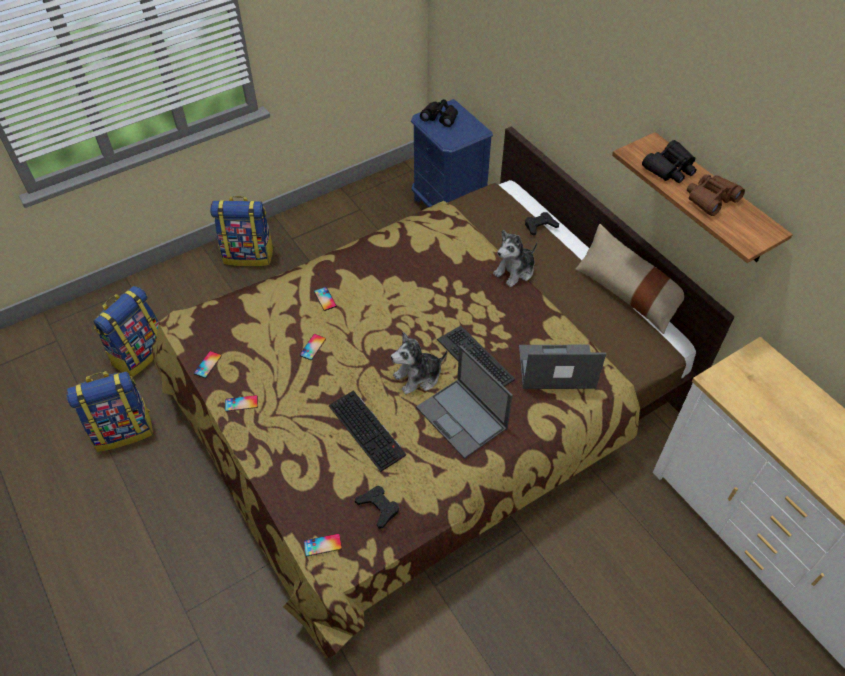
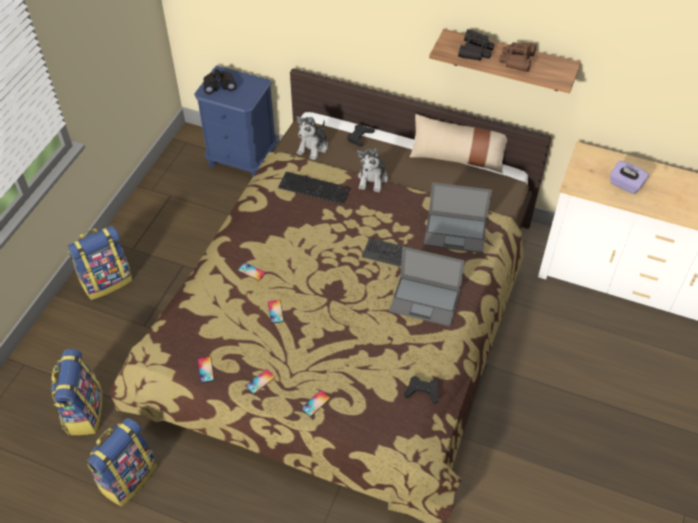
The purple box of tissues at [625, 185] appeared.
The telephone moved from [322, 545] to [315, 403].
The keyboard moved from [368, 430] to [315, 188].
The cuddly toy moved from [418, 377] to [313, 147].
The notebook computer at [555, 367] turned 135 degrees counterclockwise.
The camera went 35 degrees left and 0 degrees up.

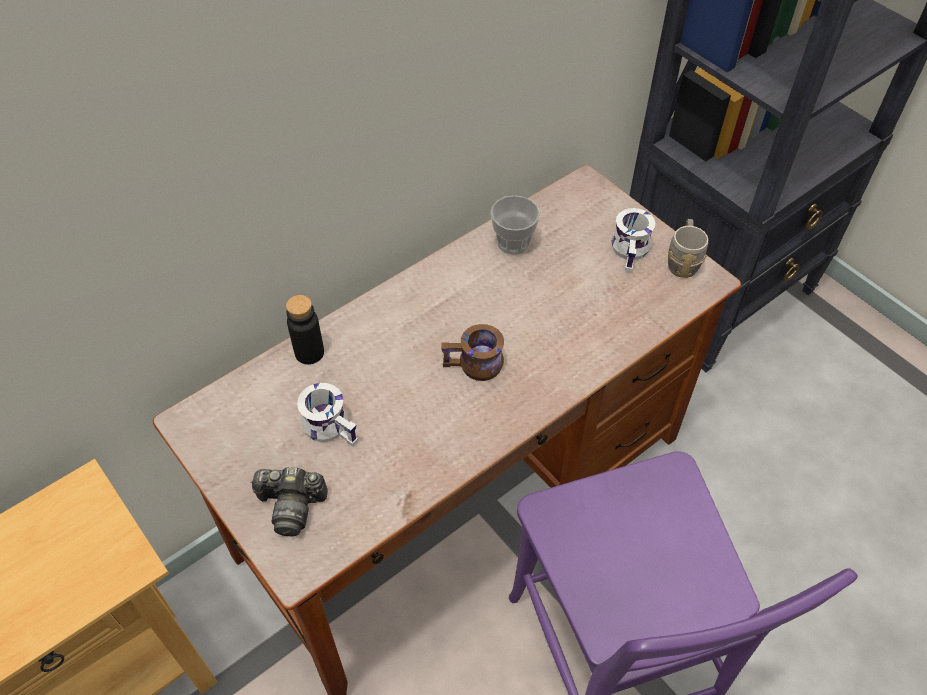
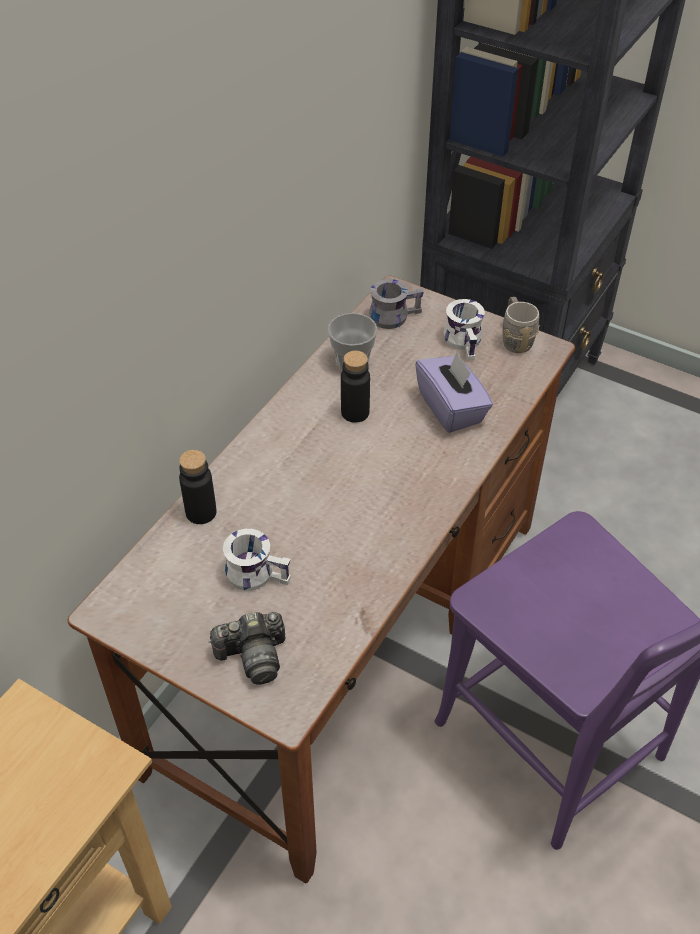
The brown-coloured coffee mug at [474, 367] disappeared.
The black-coloured drink bottle at [355, 412] appeared.
The grey coffee mug at [393, 314] appeared.
The purple box of tissues at [451, 408] appeared.
The camera went 20 degrees left and 5 degrees down.

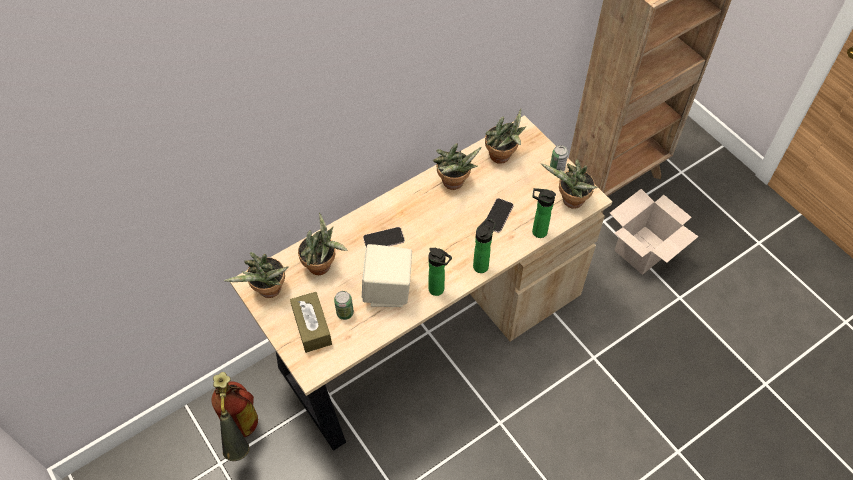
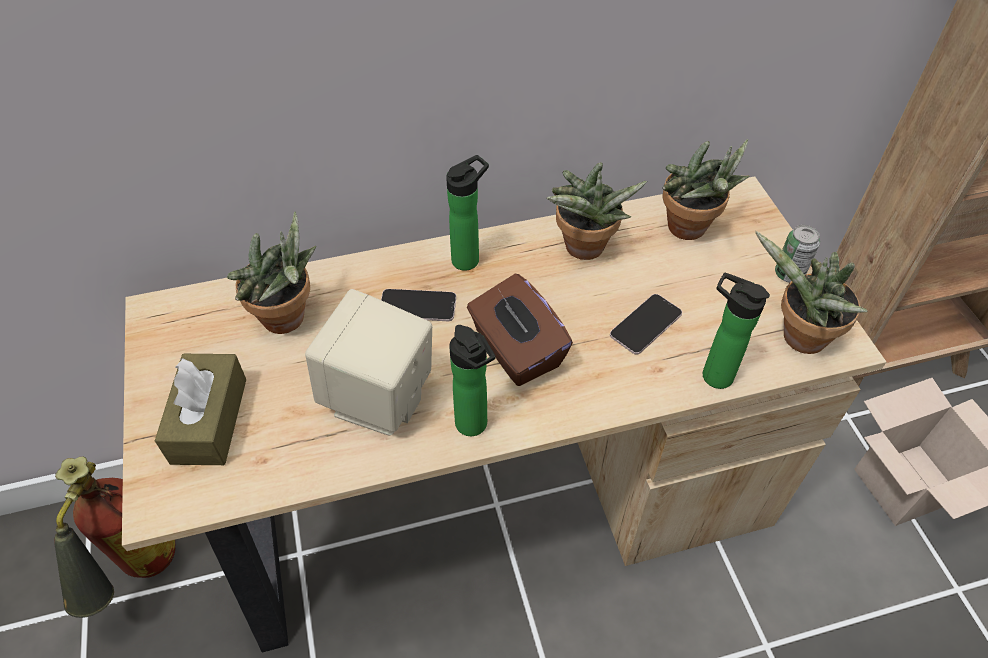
The houseplant at [268, 292] disappeared.
The metal can at [345, 313] disappeared.
The brown-coloured box of tissues at [516, 351] appeared.
The drink bottle moved from [482, 264] to [469, 258].
The camera went 20 degrees right and 5 degrees down.

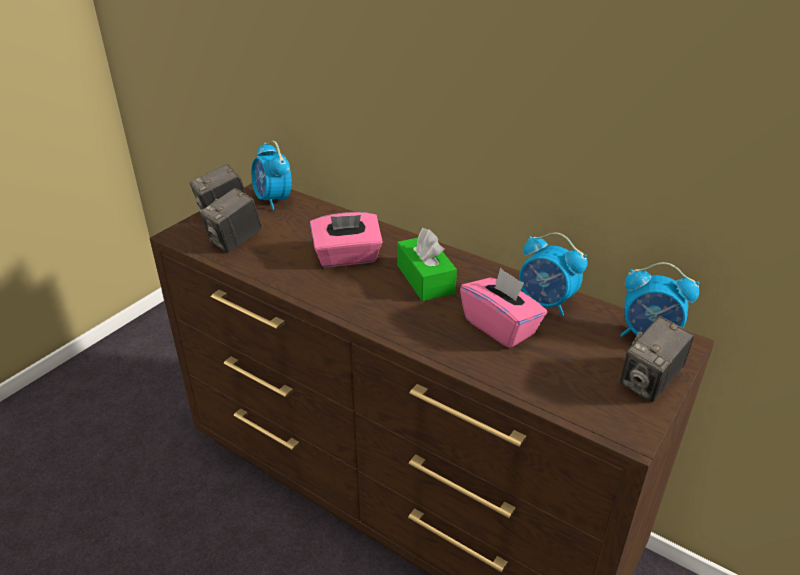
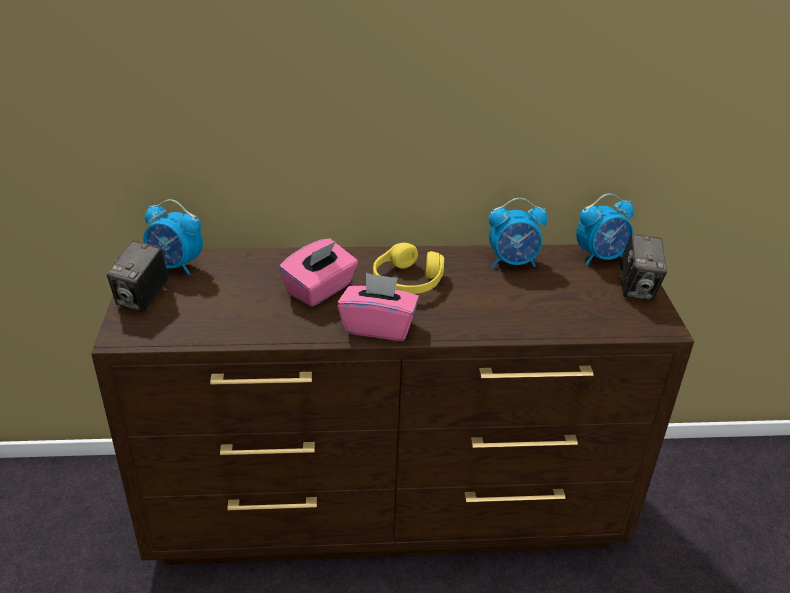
The still camera at [235, 241] disappeared.
The pink box of tissues moved from [500, 326] to [378, 326].
The green box of tissues at [425, 279] was replaced by the yellowish headphones at [407, 281].
The camera went 40 degrees left and 0 degrees up.

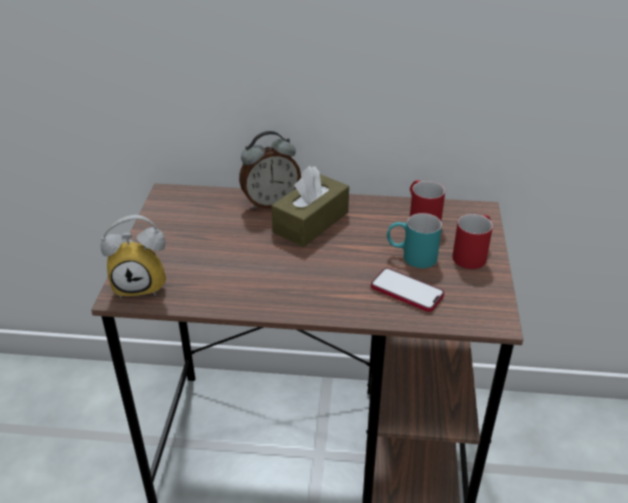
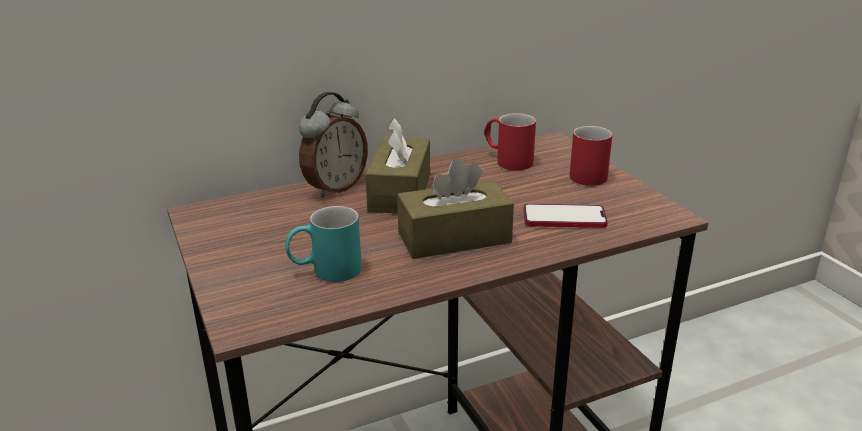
The table clock at [142, 284] disappeared.
The brown-coloured box of tissues at [454, 238] appeared.
The blue-green coffee mug moved from [411, 256] to [325, 271].
The camera went 30 degrees left and 10 degrees down.

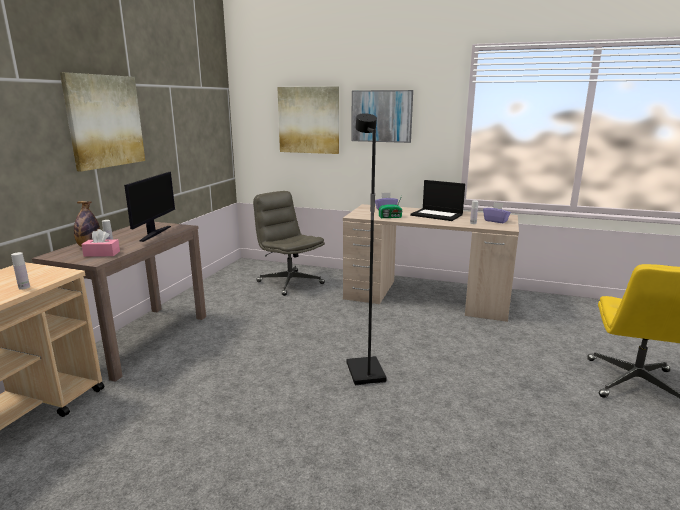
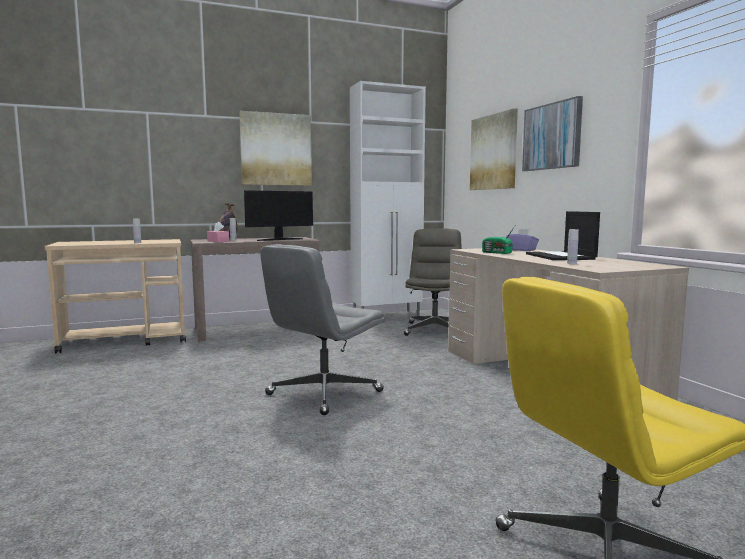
The purple box of tissues at [496, 221] disappeared.
The whitish storage cabinet at [387, 316] appeared.
The black-coloured standard lamp at [364, 372] was replaced by the grey office chair at [324, 393].
The camera went 50 degrees right and 10 degrees down.

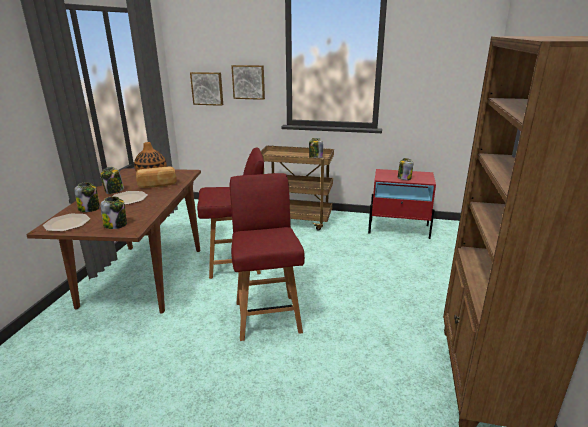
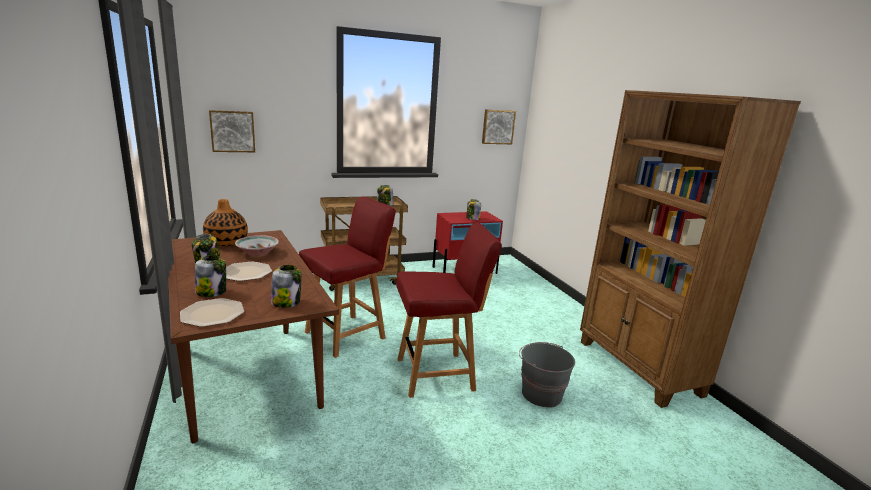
The grey pail at [540, 394] appeared.
The wall art moved from [248, 82] to [498, 127].
The baked bread at [157, 185] was replaced by the bowl at [257, 252].
The reddish chair at [267, 315] turned 120 degrees clockwise.
The camera went 35 degrees left and 5 degrees down.

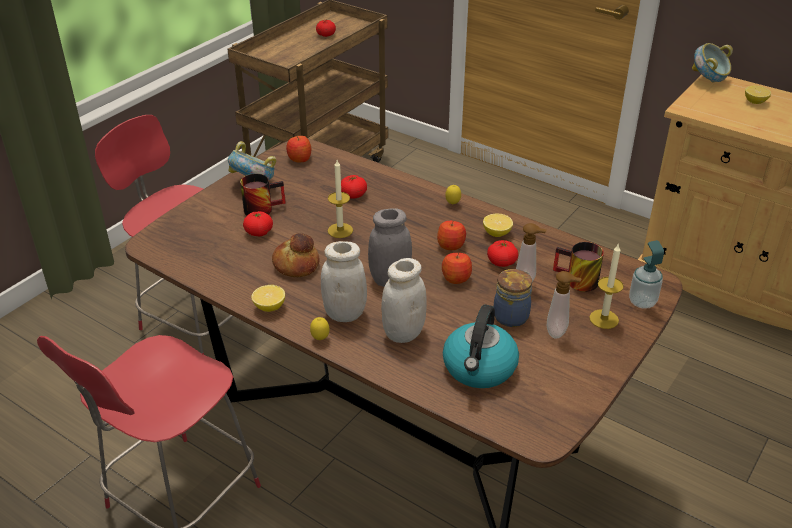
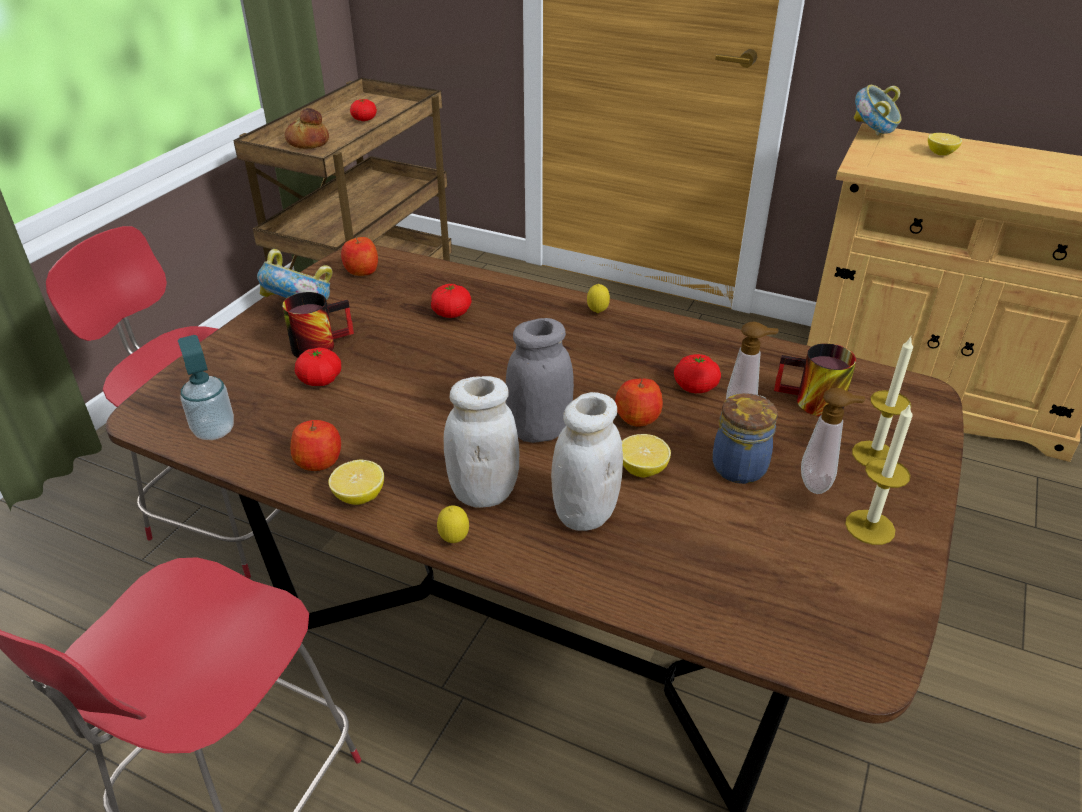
The tea kettle at [479, 368] disappeared.
The baked bread moved from [295, 265] to [307, 142].
The candle moved from [340, 230] to [870, 527].
The whole apple moved from [451, 245] to [319, 461].
The citrus fruit moved from [497, 233] to [642, 469].
The soap dispenser moved from [642, 302] to [214, 430].
The camera went 10 degrees left and 0 degrees up.

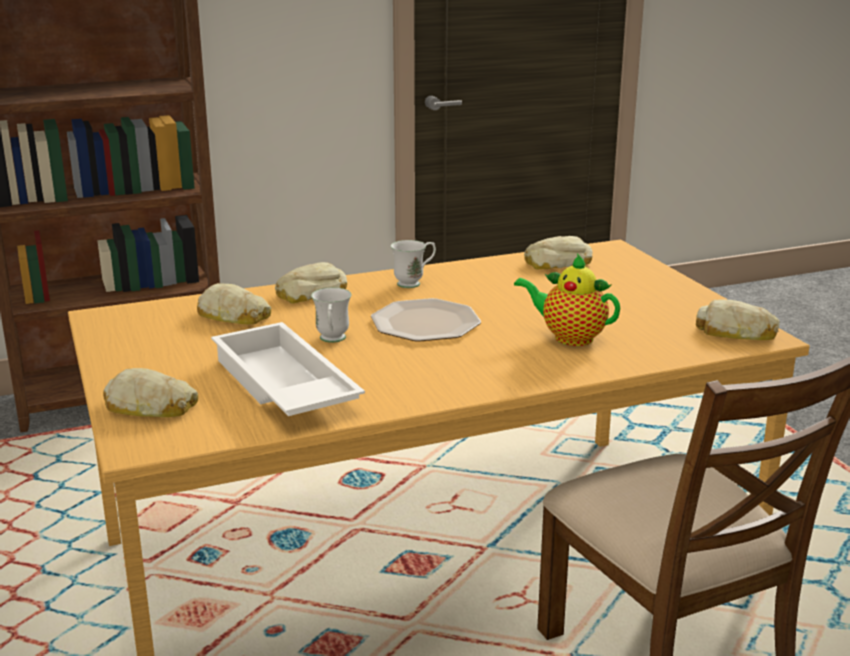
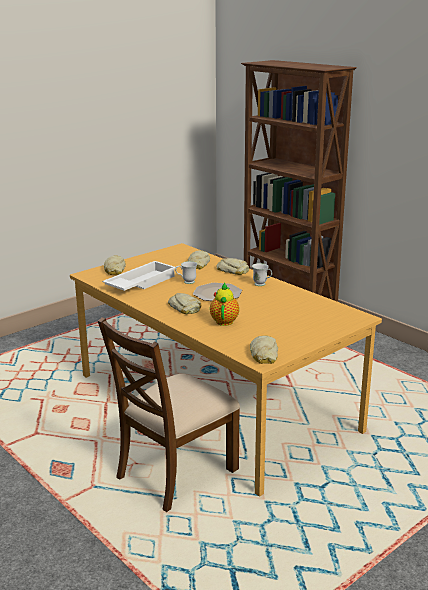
The baked bread moved from [556, 262] to [185, 307].
The camera went 70 degrees right and 0 degrees up.

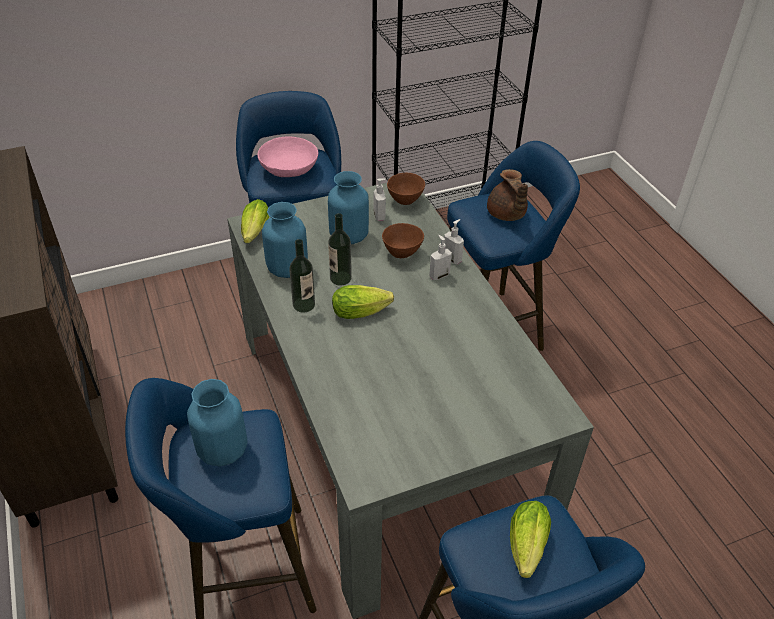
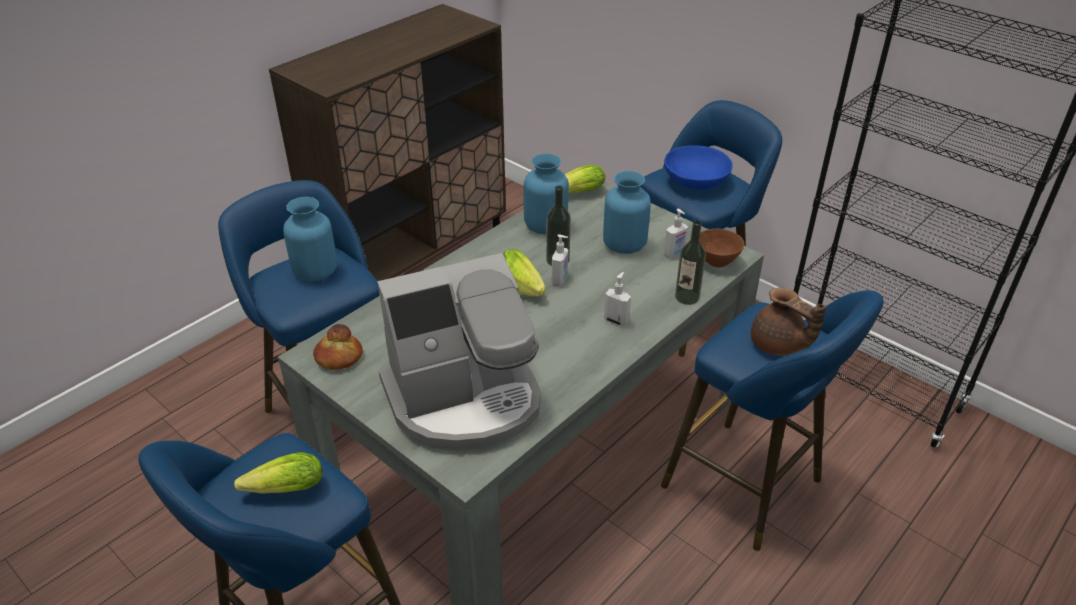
The brown-coloured bowl at [402, 253] disappeared.
The baked bread at [338, 357] appeared.
The coffee machine at [465, 399] appeared.
The drink bottle moved from [304, 304] to [687, 297].
The soap dispenser moved from [452, 259] to [560, 280].
The pink bowl at [289, 169] became the bluish bowl at [696, 181].
The brown-coloured pot for tea at [506, 214] turned 90 degrees counterclockwise.
The camera went 65 degrees right and 5 degrees down.

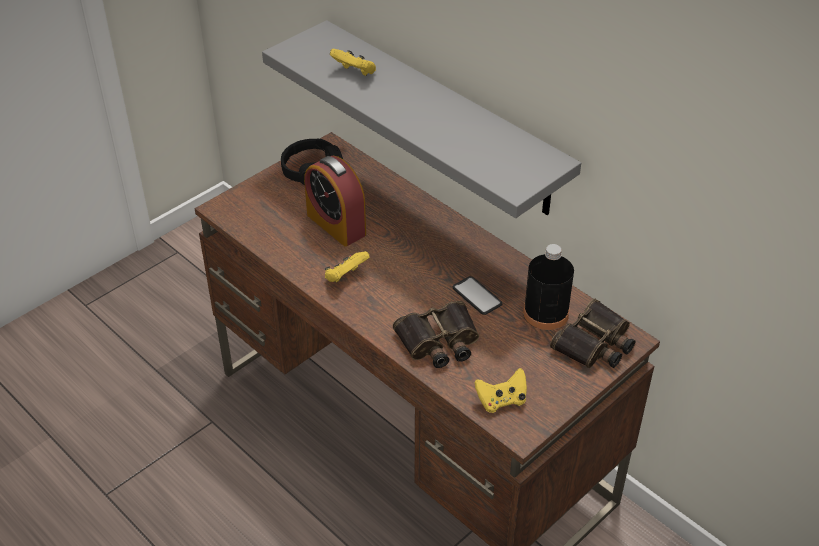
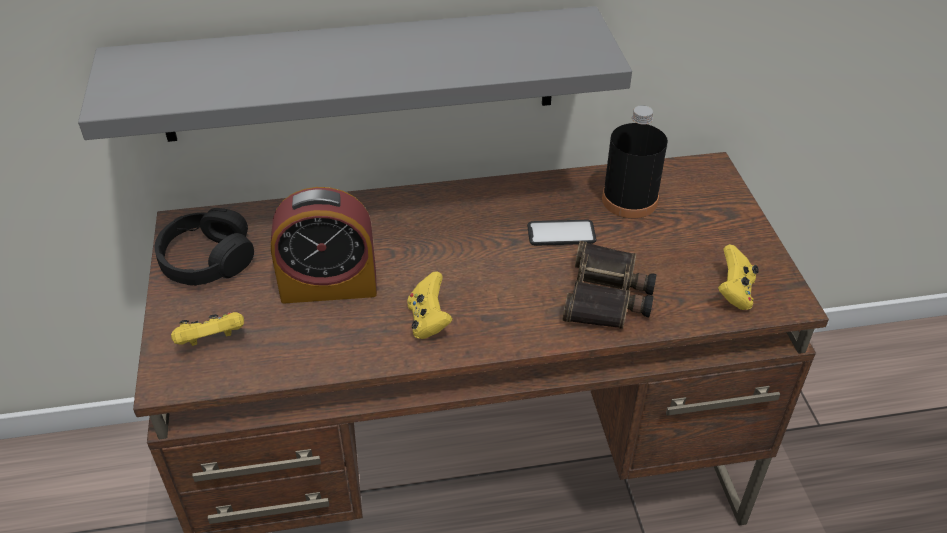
The field glasses at [595, 344] disappeared.
The yellowish joypad moved from [355, 72] to [212, 341].
The camera went 55 degrees left and 0 degrees up.

